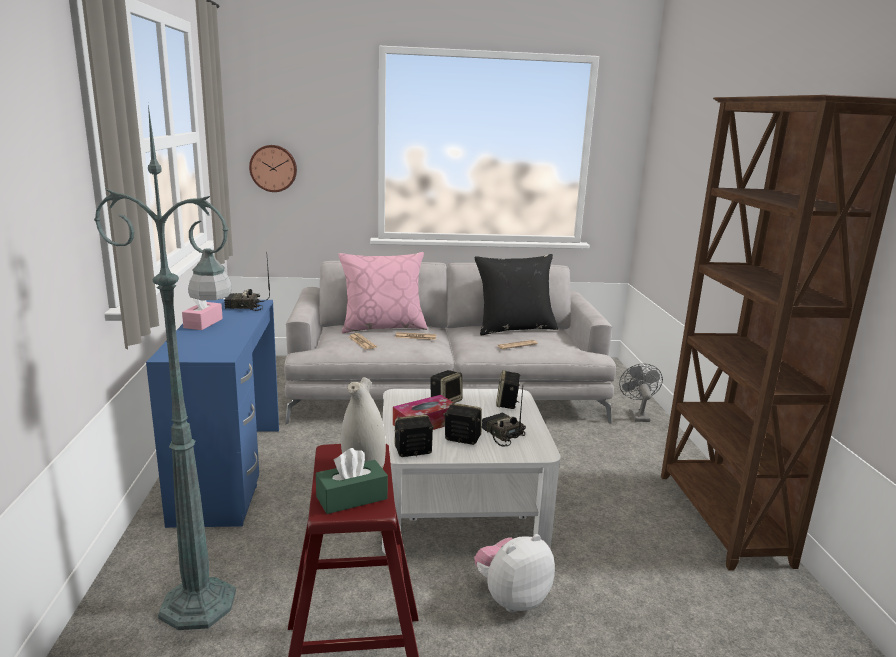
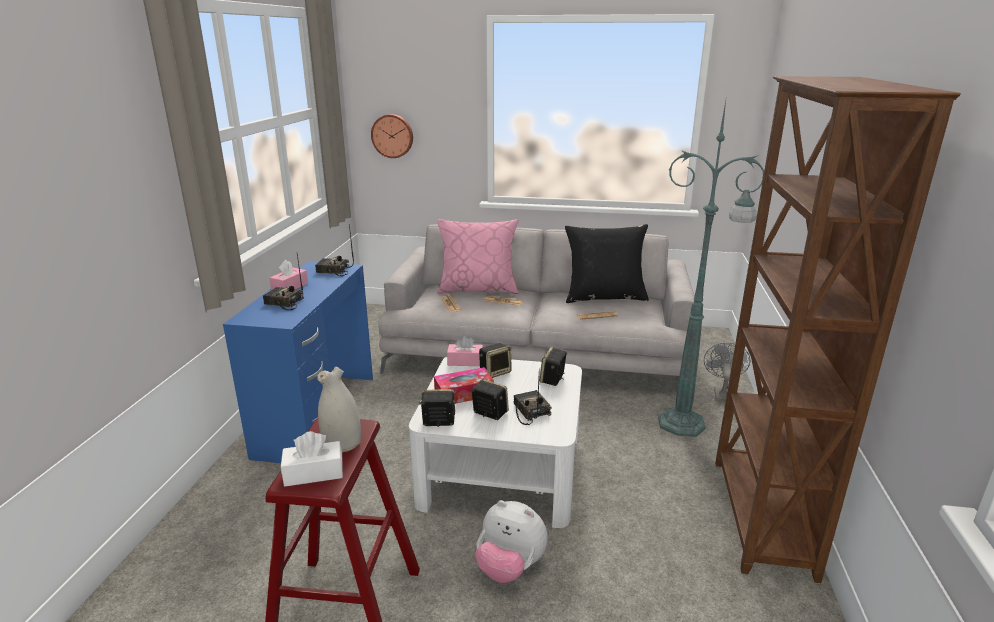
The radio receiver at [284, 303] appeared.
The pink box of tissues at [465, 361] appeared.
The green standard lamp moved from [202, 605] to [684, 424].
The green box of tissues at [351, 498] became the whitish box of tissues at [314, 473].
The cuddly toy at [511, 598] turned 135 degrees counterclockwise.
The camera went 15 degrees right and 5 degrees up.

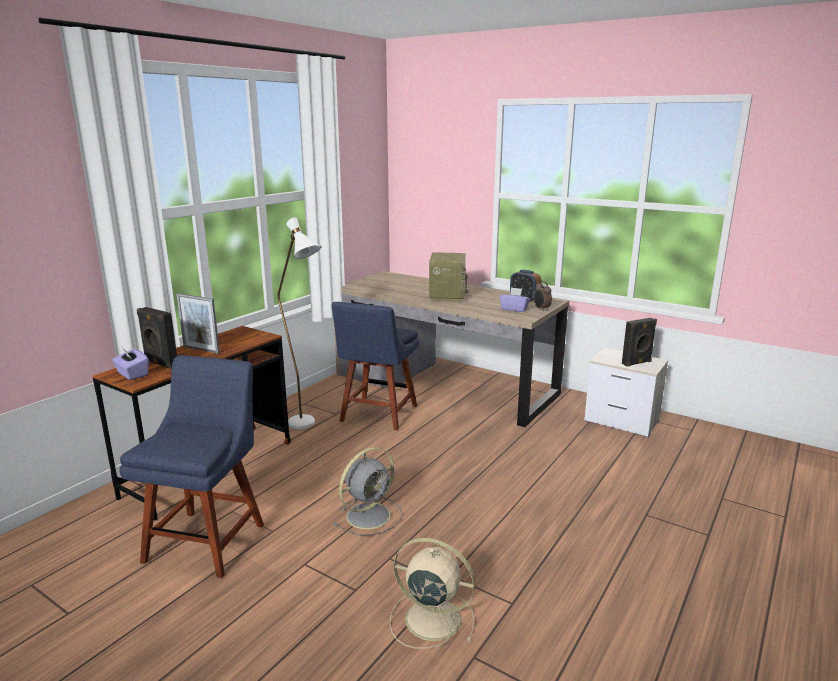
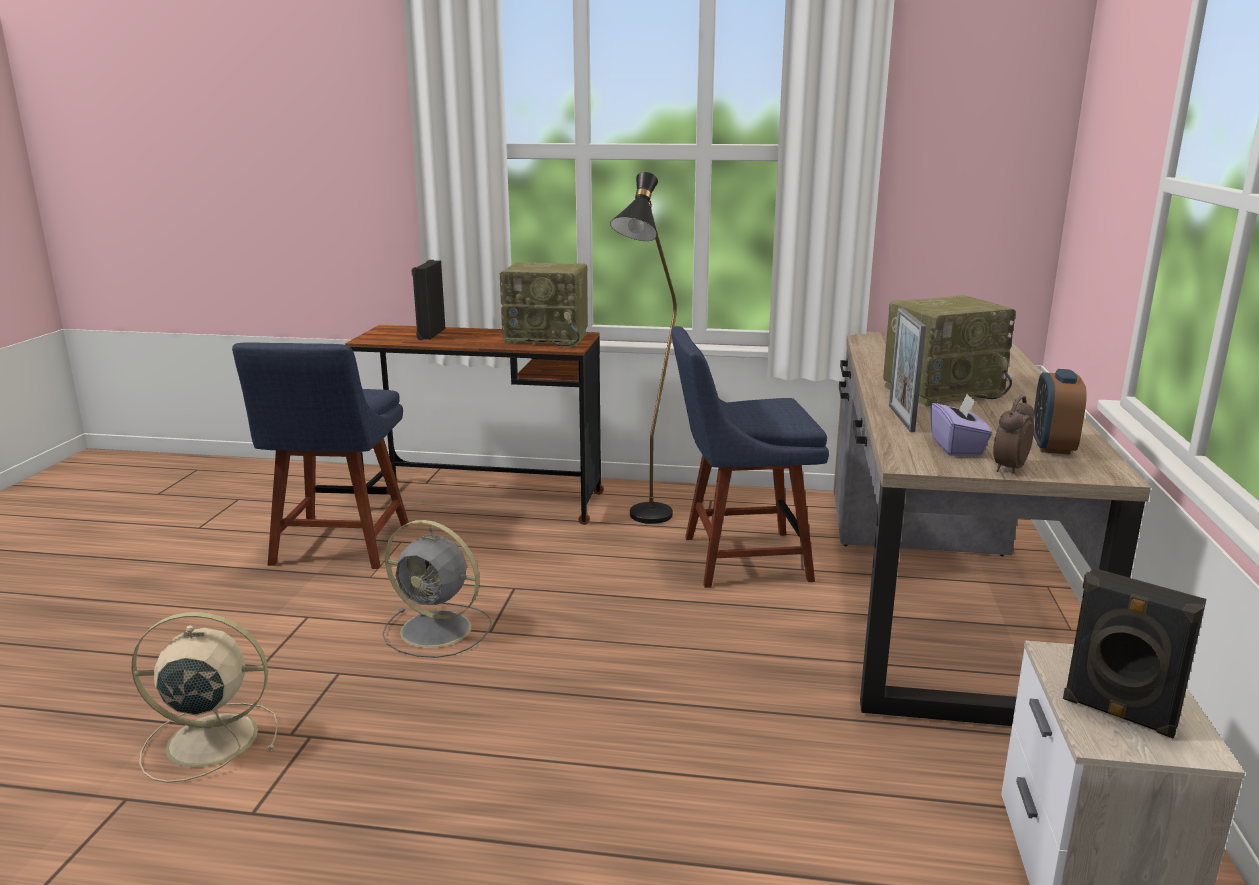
The purple box of tissues at [132, 374] disappeared.
The radio receiver at [548, 338] appeared.
The picture frame moved from [201, 349] to [901, 418].
The whitish standard lamp at [307, 426] became the black-coloured standard lamp at [645, 521].
The bluish chair at [208, 539] turned 105 degrees clockwise.
The beige cooling fan at [430, 618] turned 90 degrees counterclockwise.
The camera went 65 degrees right and 0 degrees up.

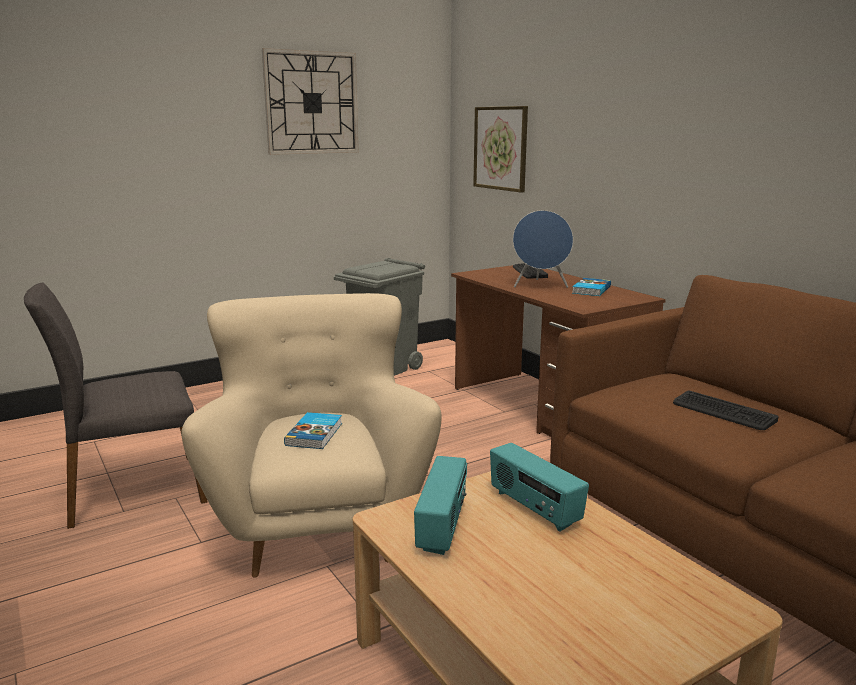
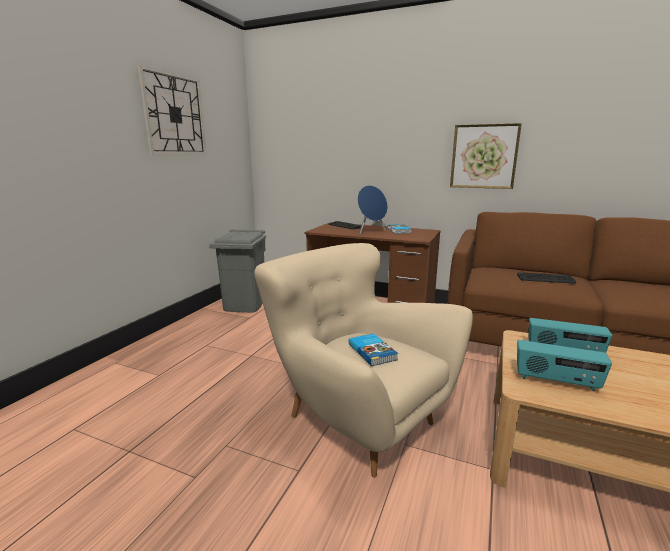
The grey chair at [133, 490] disappeared.
The wall art moved from [500, 148] to [484, 156].
The radio receiver at [443, 527] turned 135 degrees clockwise.
The camera went 35 degrees left and 0 degrees up.

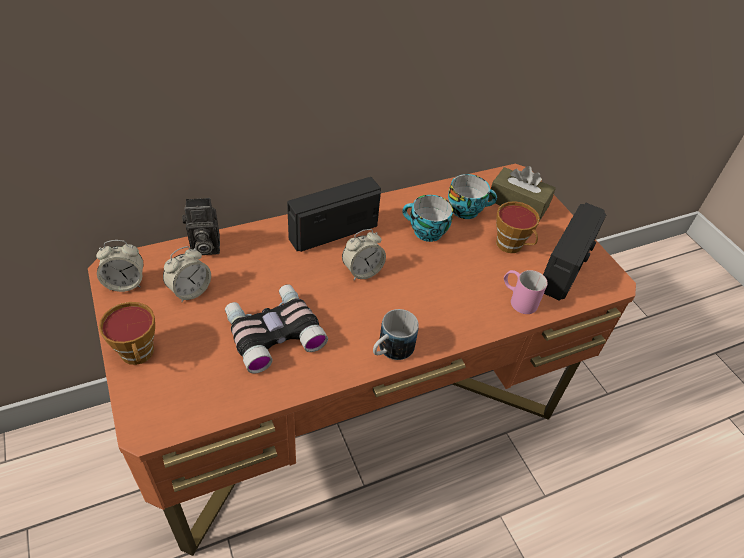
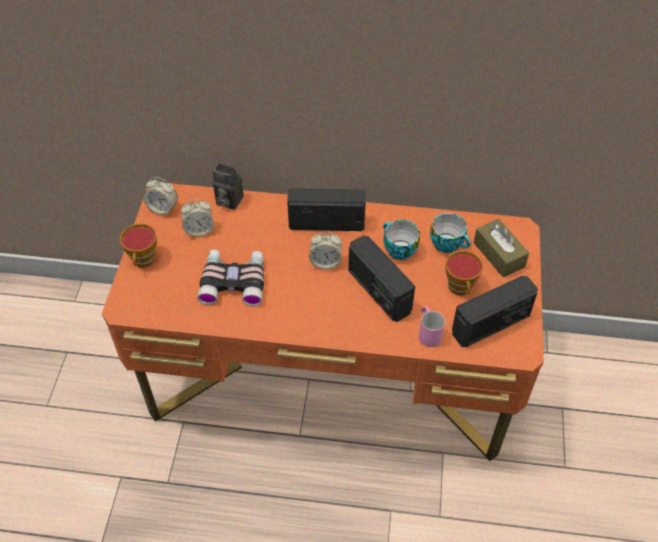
The coffee mug at [390, 351] disappeared.
The radio receiver at [378, 291] appeared.
The camera went 35 degrees right and 5 degrees up.

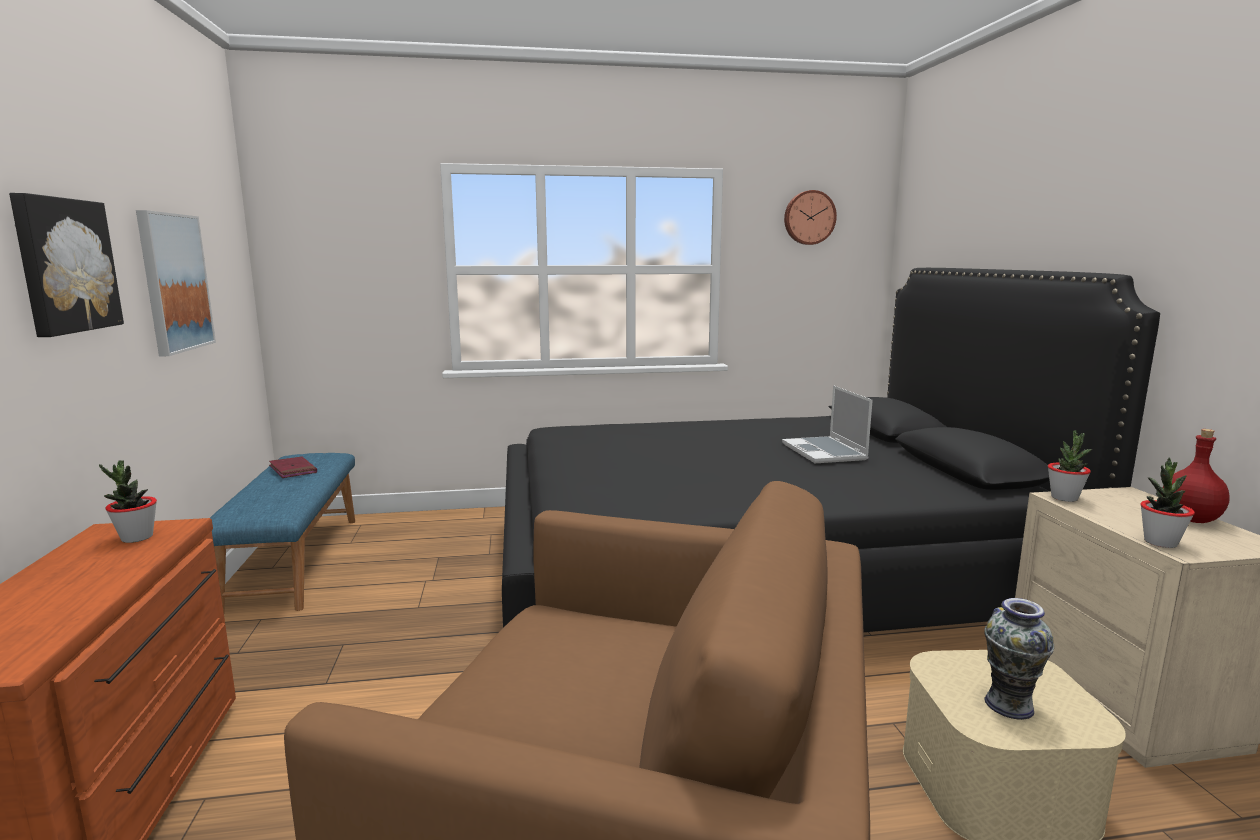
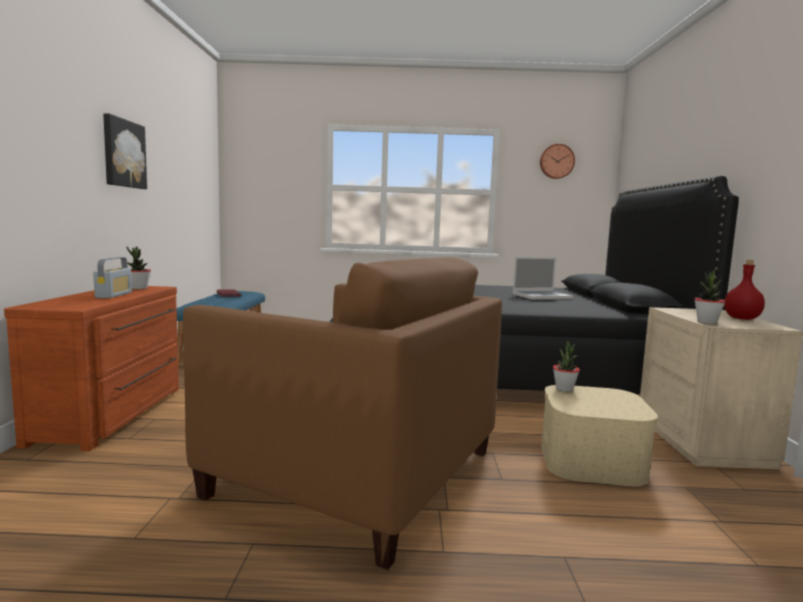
The wall art at [174, 282] disappeared.
The decorative vase at [1008, 705] disappeared.
The radio receiver at [114, 295] appeared.
The houseplant moved from [1064, 498] to [564, 389].
The notebook computer at [825, 452] turned 105 degrees counterclockwise.
The camera went 10 degrees right and 5 degrees down.

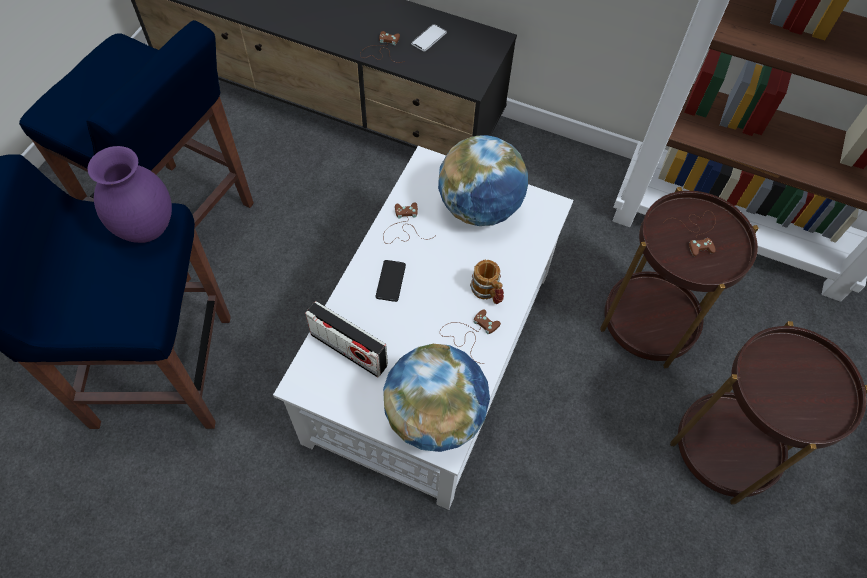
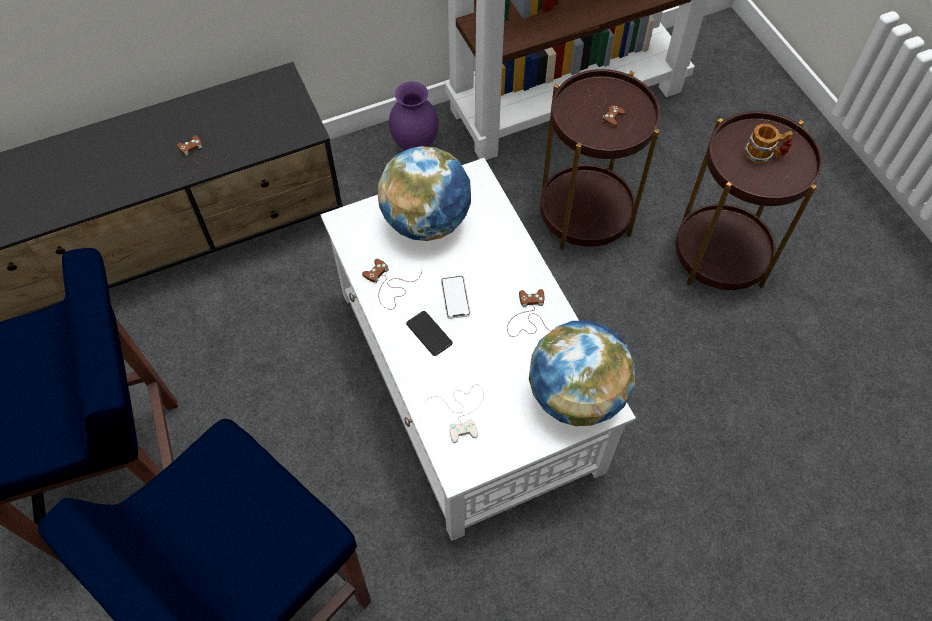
The purple decorative vase moved from [148, 229] to [415, 143].
The telephone moved from [429, 38] to [455, 297].
The coffee mug moved from [487, 292] to [764, 155].
The radio receiver at [349, 350] was replaced by the whitish joypad at [462, 411].
The camera went 45 degrees left and 0 degrees up.

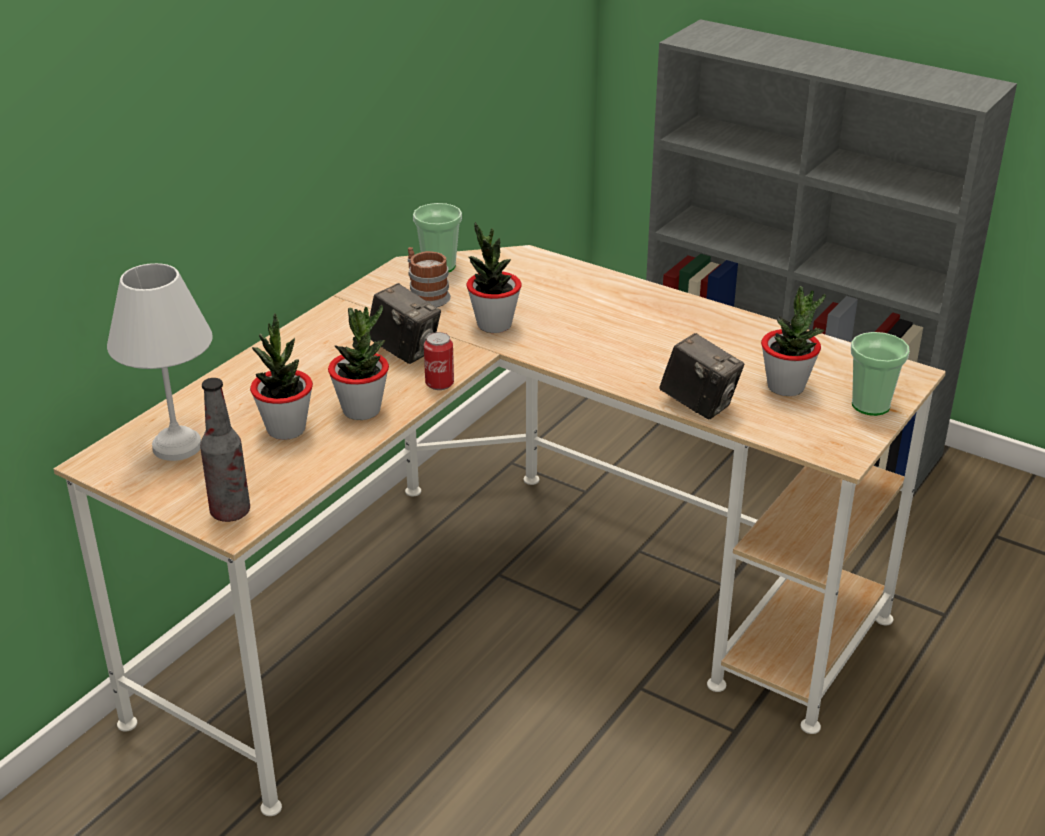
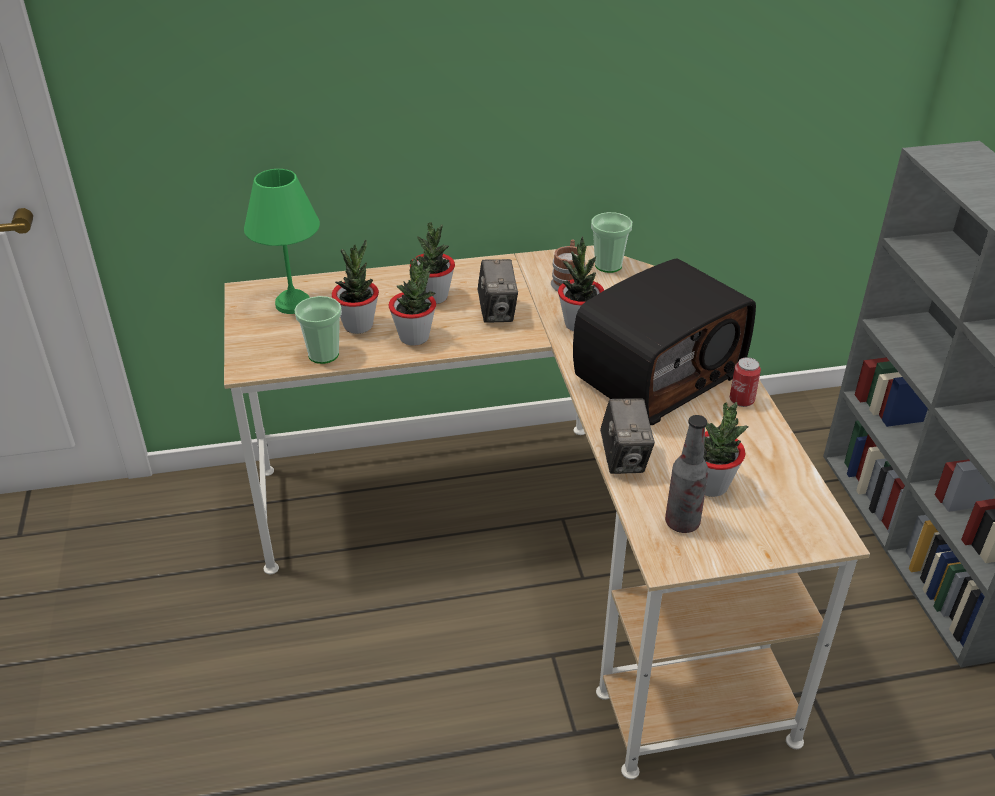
The houseplant at [433, 297] appeared.
The radio receiver at [657, 375] appeared.
The drink bottle moved from [230, 512] to [682, 523].
The metal can moved from [439, 384] to [741, 400].
The drinking cup moved from [870, 405] to [323, 354].
The whitish lamp for a table at [179, 446] became the green lamp for a table at [294, 304].
The camera went 45 degrees right and 5 degrees up.

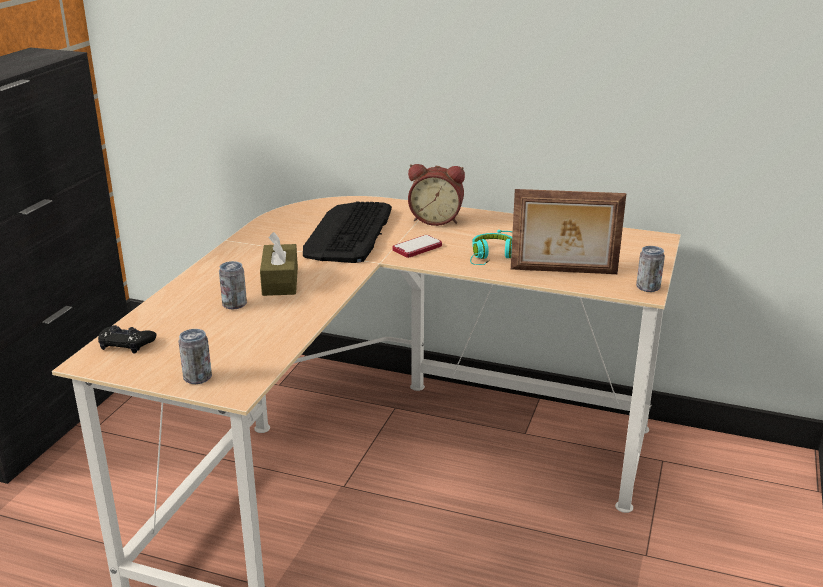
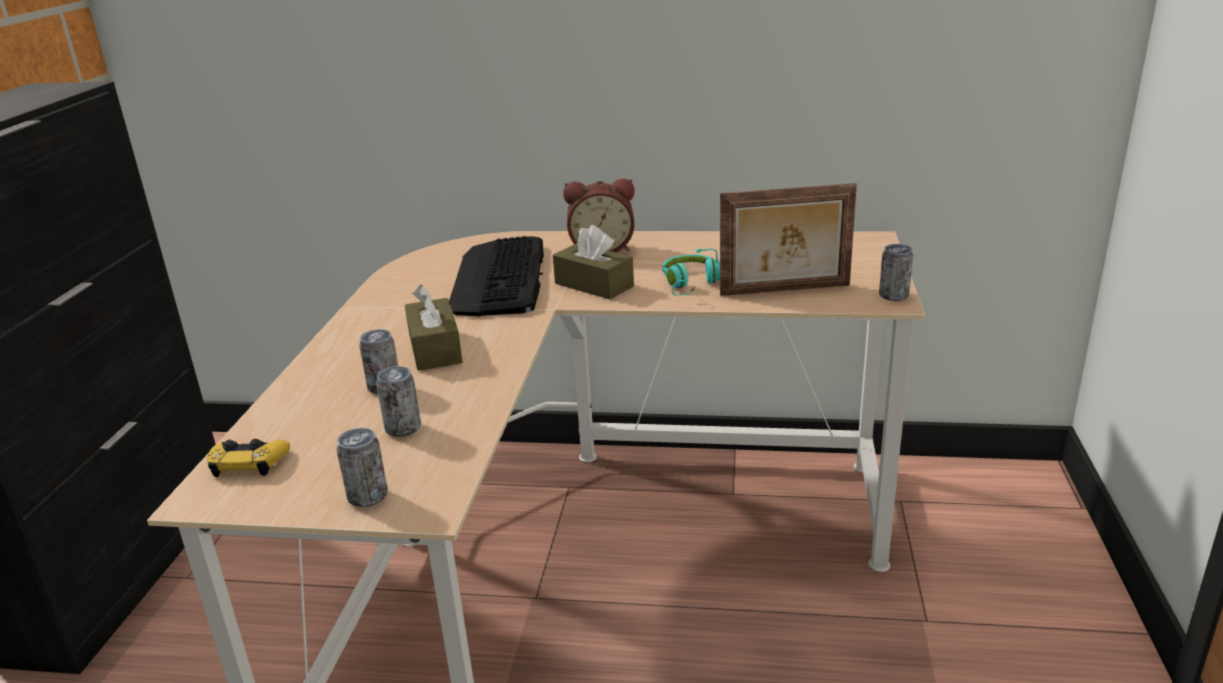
The metal can at [403, 428] appeared.
The telephone at [417, 248] was replaced by the brown-coloured box of tissues at [594, 285].
The black-coloured joypad at [126, 343] became the yellowish joypad at [248, 463].
The camera went 10 degrees left and 0 degrees up.

